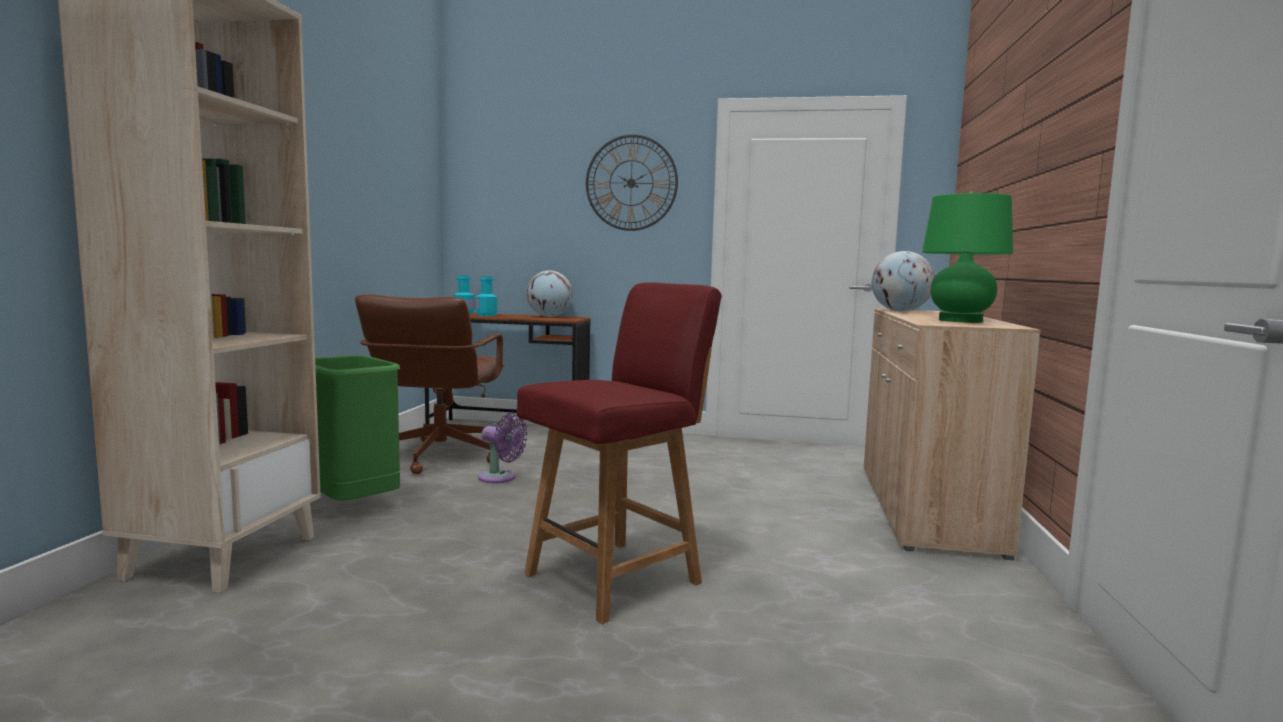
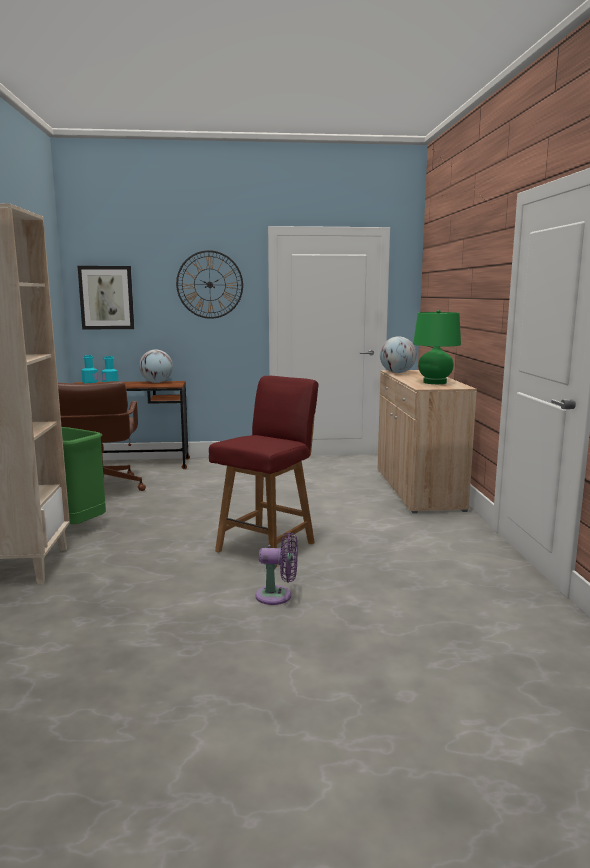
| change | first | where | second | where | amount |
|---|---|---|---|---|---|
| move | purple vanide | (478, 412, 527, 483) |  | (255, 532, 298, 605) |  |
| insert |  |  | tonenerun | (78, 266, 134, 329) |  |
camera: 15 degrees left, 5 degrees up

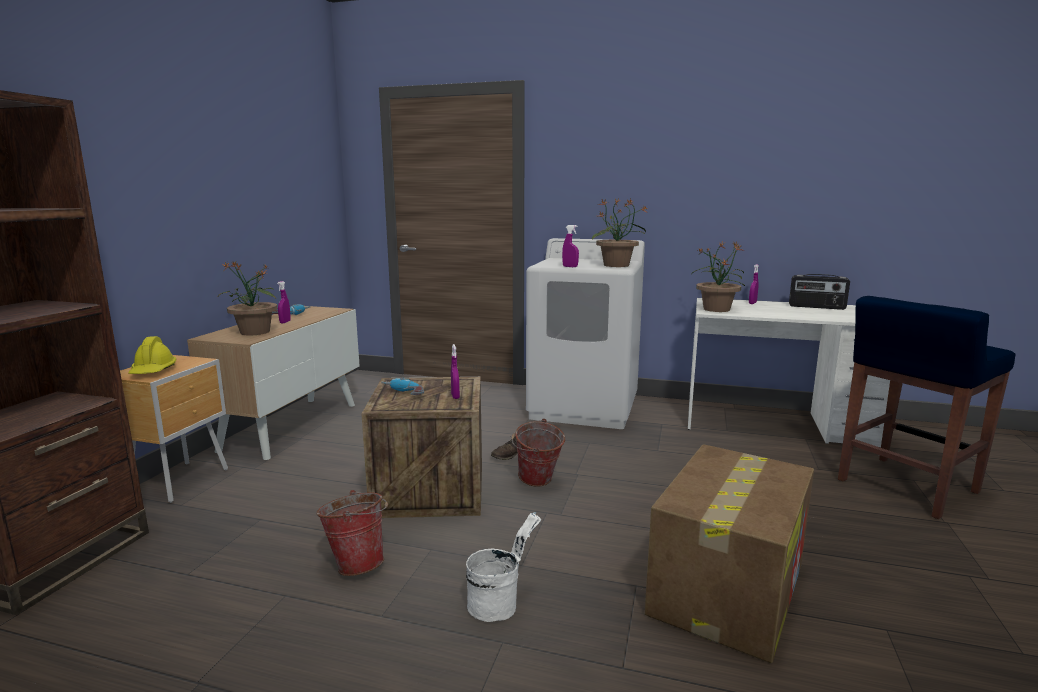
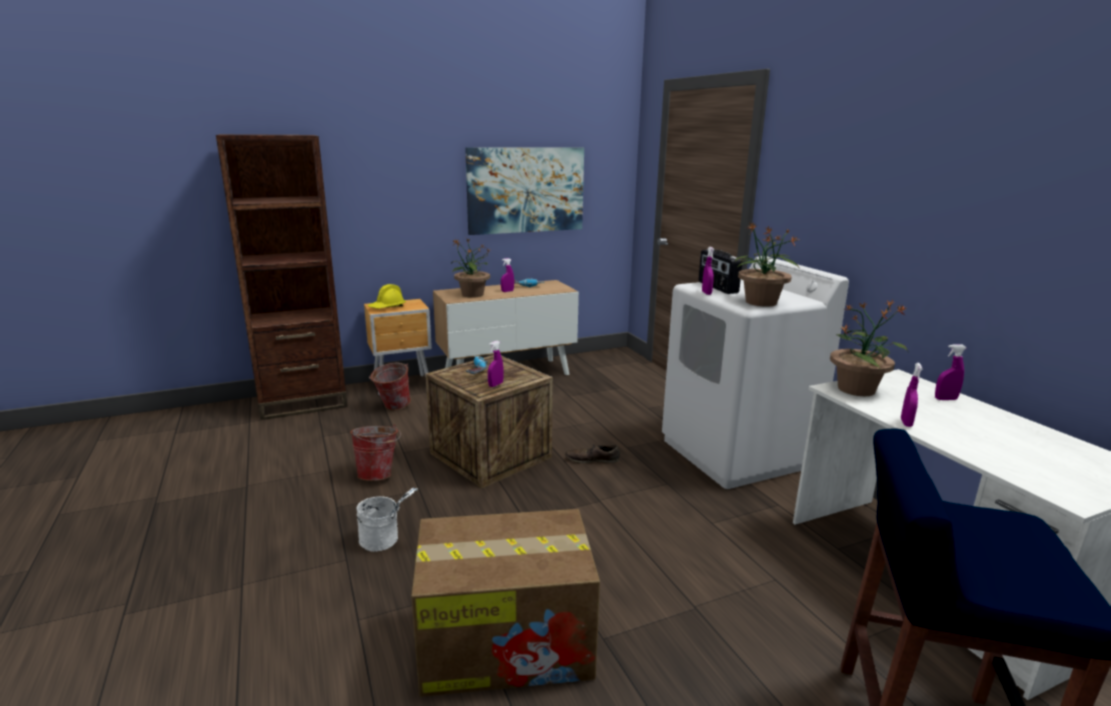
| change | first | where | second | where | amount |
|---|---|---|---|---|---|
| move | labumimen | (511, 419, 565, 487) |  | (369, 363, 411, 410) |  |
| move | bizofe | (789, 274, 850, 310) |  | (698, 249, 743, 294) |  |
| insert |  |  | tonenerun | (465, 147, 584, 235) |  |
| insert |  |  | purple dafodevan | (901, 363, 923, 427) |  |
camera: 50 degrees right, 5 degrees up

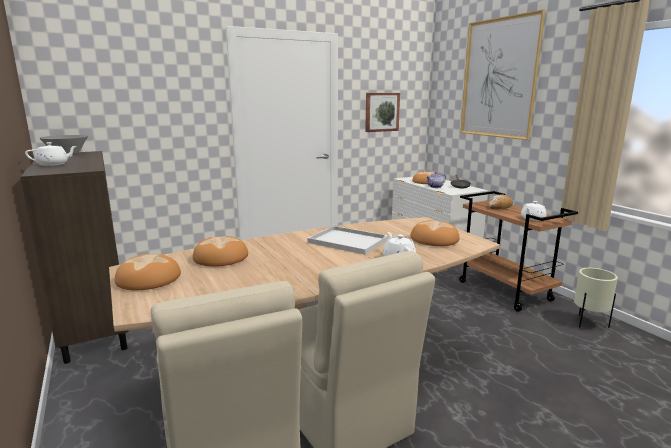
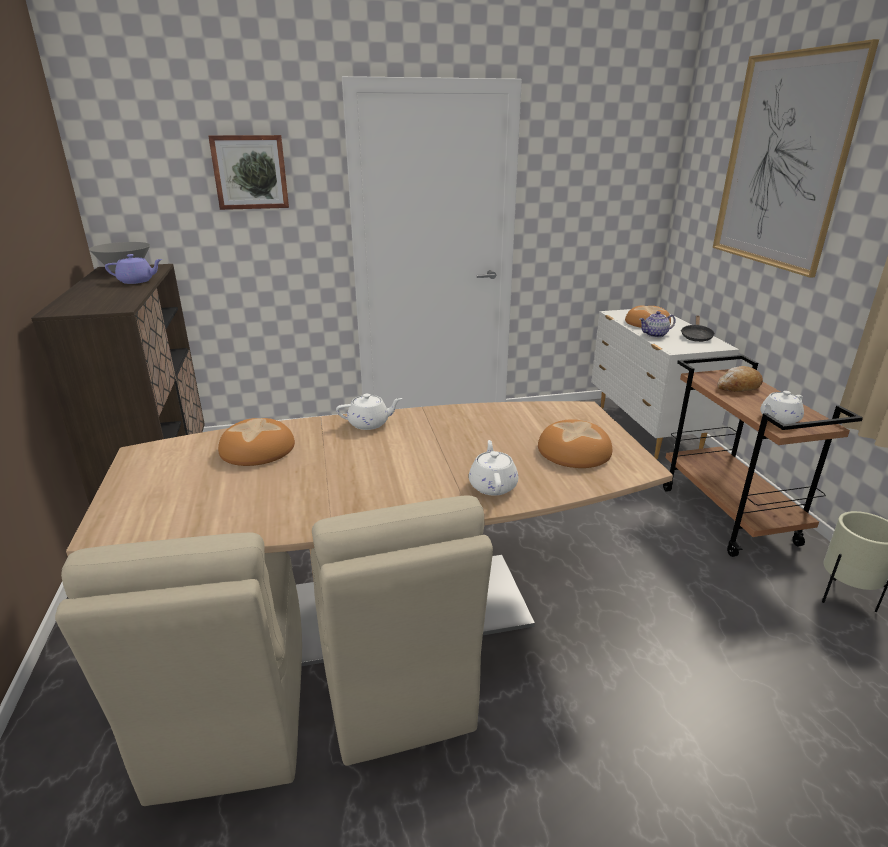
| change | first | where | second | where | amount |
|---|---|---|---|---|---|
| move | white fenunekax | (25, 142, 77, 166) |  | (336, 394, 402, 430) |  |
| delete | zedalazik | (115, 254, 181, 290) |  |  |  |
| delete | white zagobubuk | (307, 226, 388, 255) |  |  |  |
| move | tonenerun | (365, 93, 400, 132) |  | (208, 135, 289, 210) |  |
| insert |  |  | purple fenunekax | (105, 254, 162, 284) |  |
camera: 15 degrees right, 10 degrees up

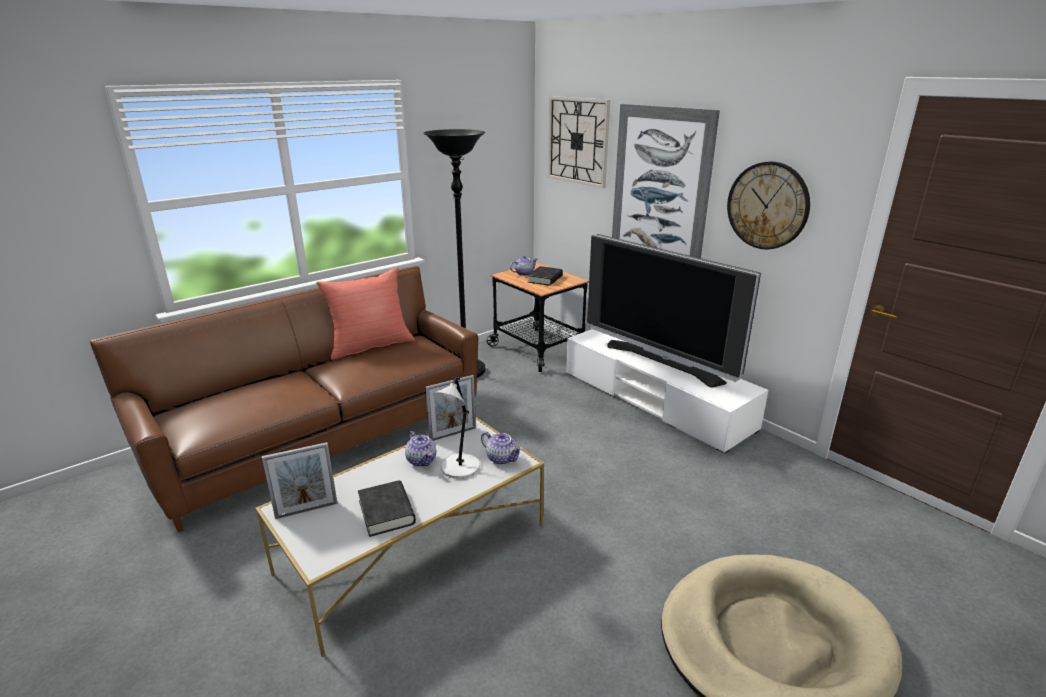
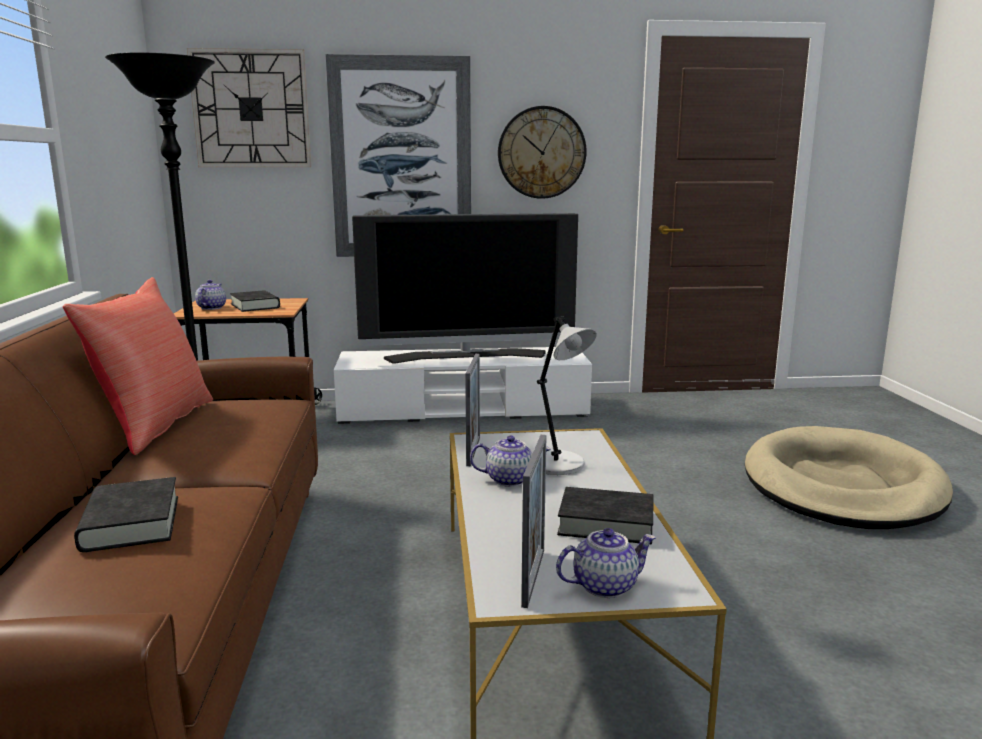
| change | first | where | second | where | amount |
|---|---|---|---|---|---|
| move | fenunekax | (481, 432, 523, 465) |  | (556, 528, 656, 598) |  |
| insert |  |  | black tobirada | (74, 477, 178, 552) |  |
camera: 55 degrees left, 10 degrees down

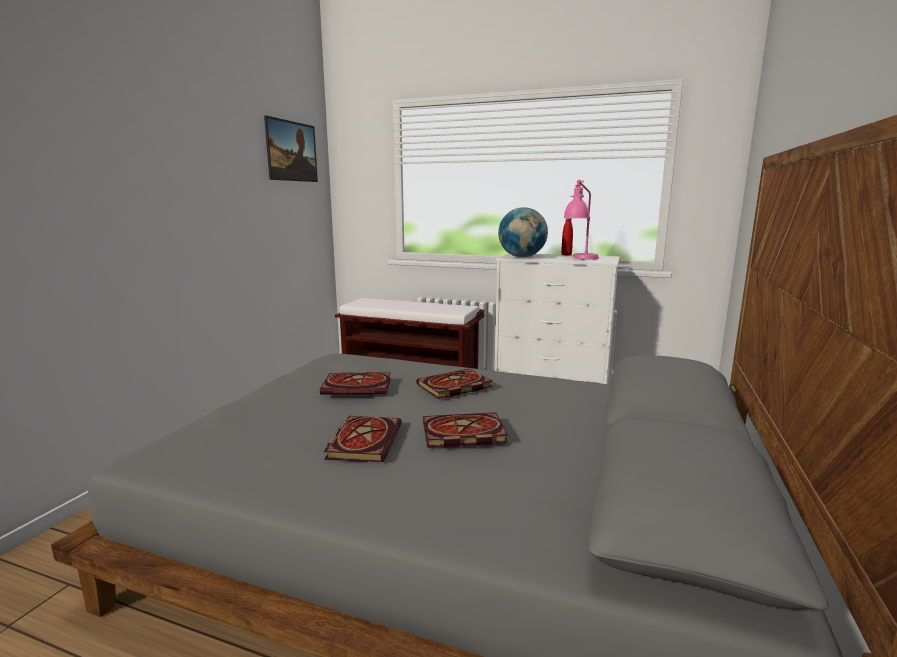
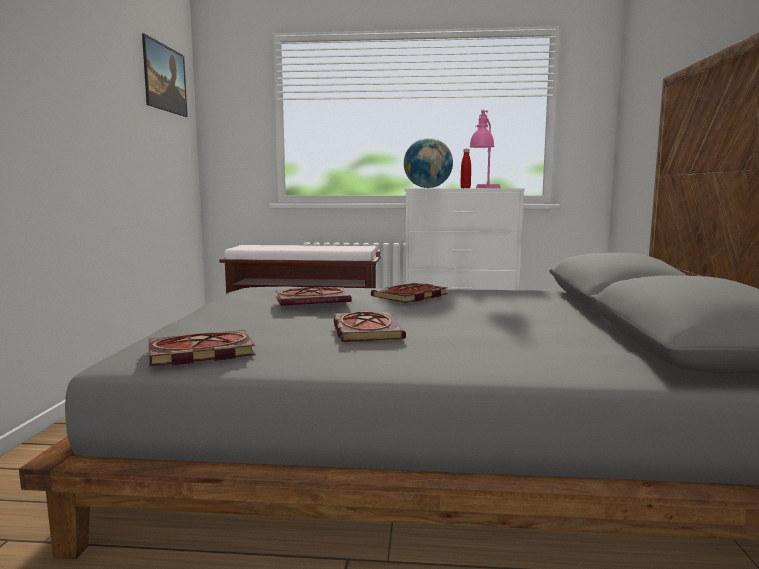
| change | first | where | second | where | amount |
|---|---|---|---|---|---|
| move | tobirada | (423, 412, 508, 448) |  | (149, 330, 255, 366) |  |
camera: 15 degrees left, 5 degrees down

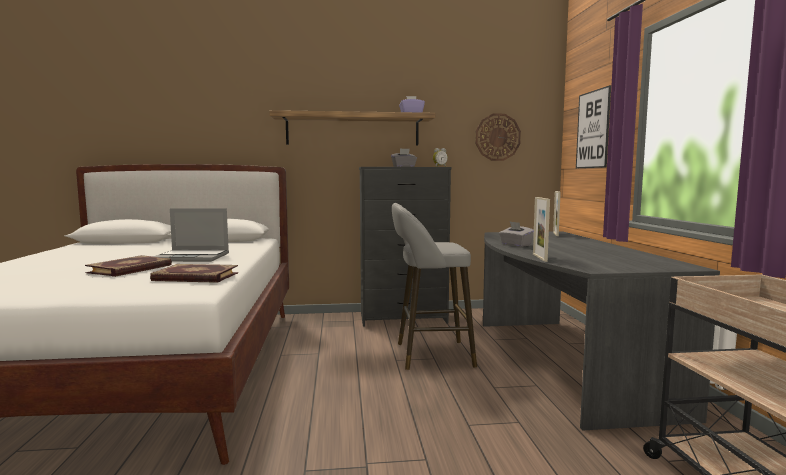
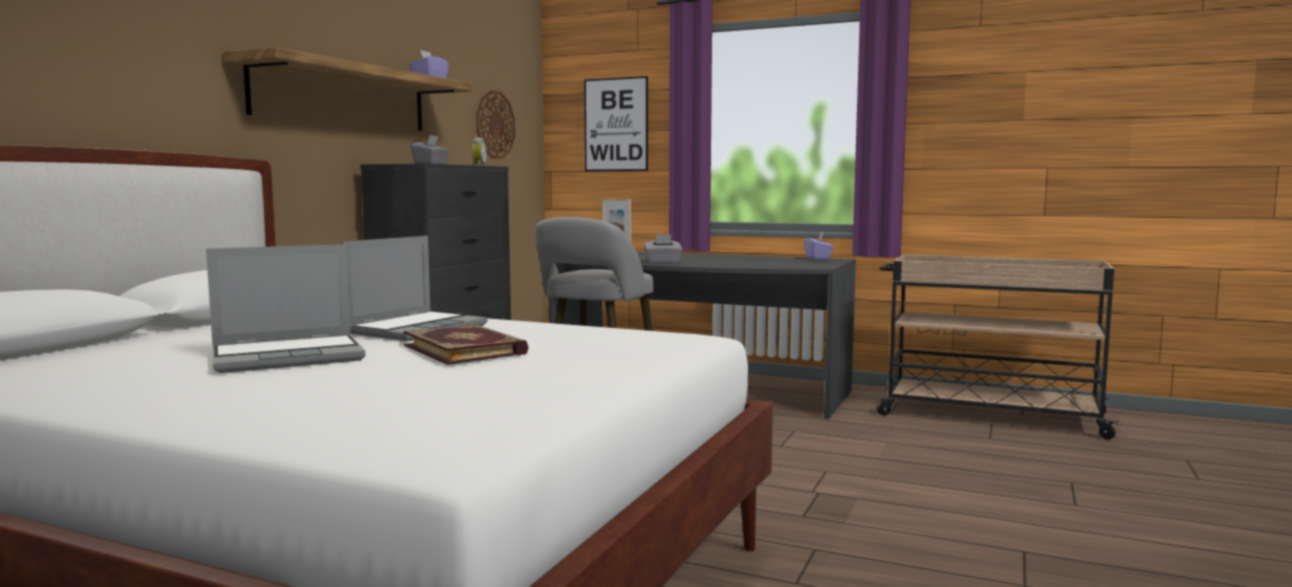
| change | first | where | second | where | amount |
|---|---|---|---|---|---|
| delete | tobirada | (150, 264, 238, 283) |  |  |  |
| delete | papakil | (533, 197, 550, 262) |  |  |  |
| insert |  |  | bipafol | (206, 244, 365, 373) |  |
| insert |  |  | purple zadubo | (804, 232, 833, 260) |  |
camera: 60 degrees left, 0 degrees up

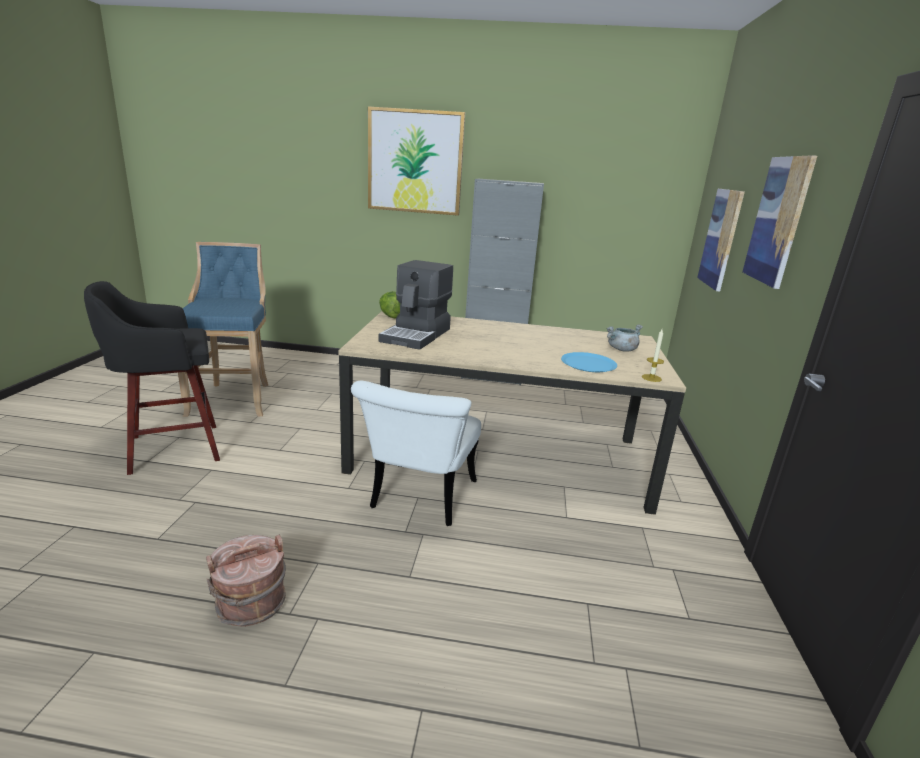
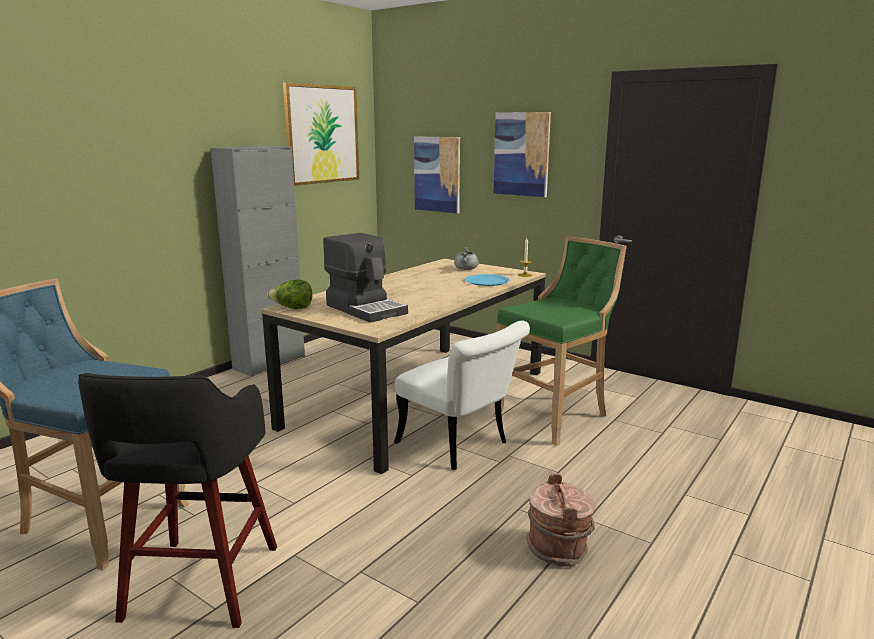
| change | first | where | second | where | amount |
|---|---|---|---|---|---|
| move | tonenerun | (368, 106, 465, 216) |  | (283, 82, 359, 186) |  |
| insert |  |  | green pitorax | (493, 237, 627, 446) |  |
camera: 60 degrees left, 5 degrees down

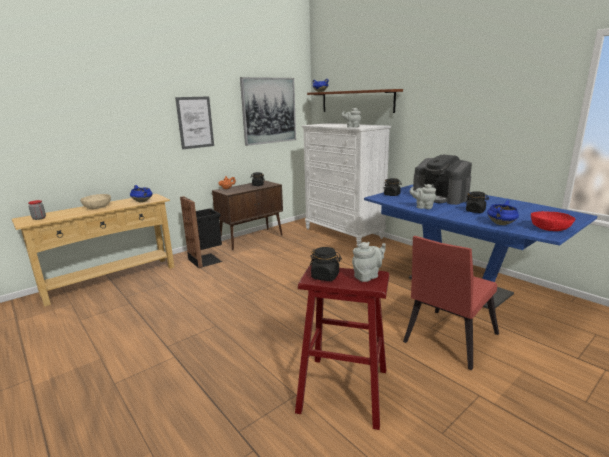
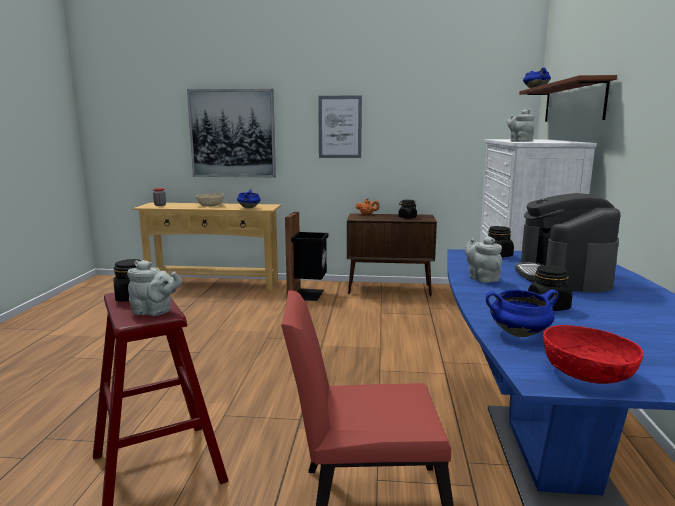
| change | first | where | second | where | amount |
|---|---|---|---|---|---|
| move | tonenerun | (240, 77, 296, 146) |  | (187, 89, 276, 177) |  |
camera: 45 degrees right, 5 degrees down

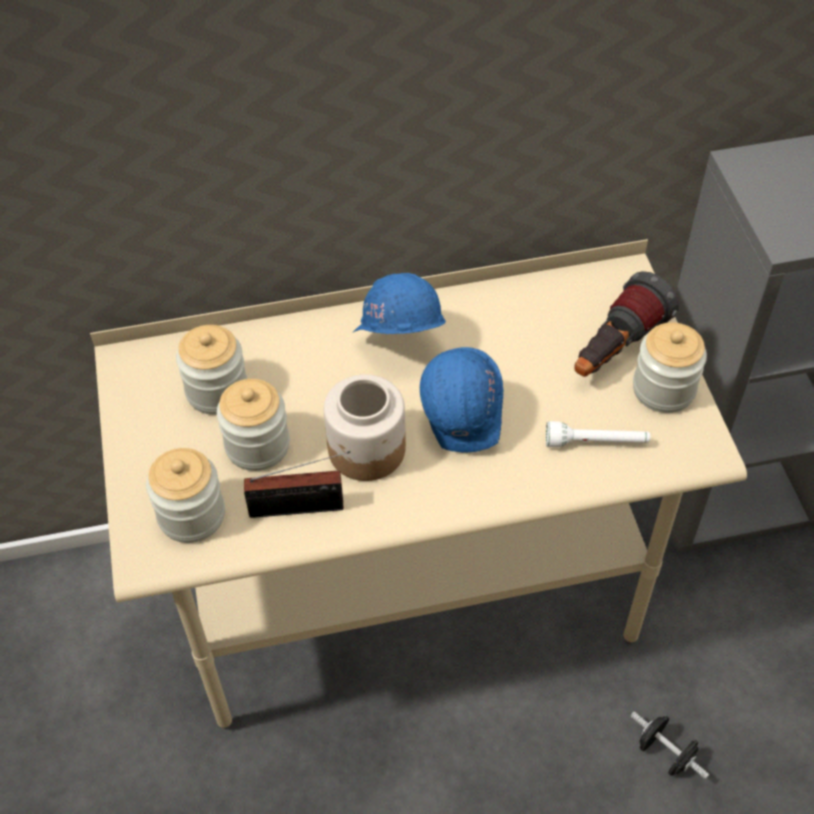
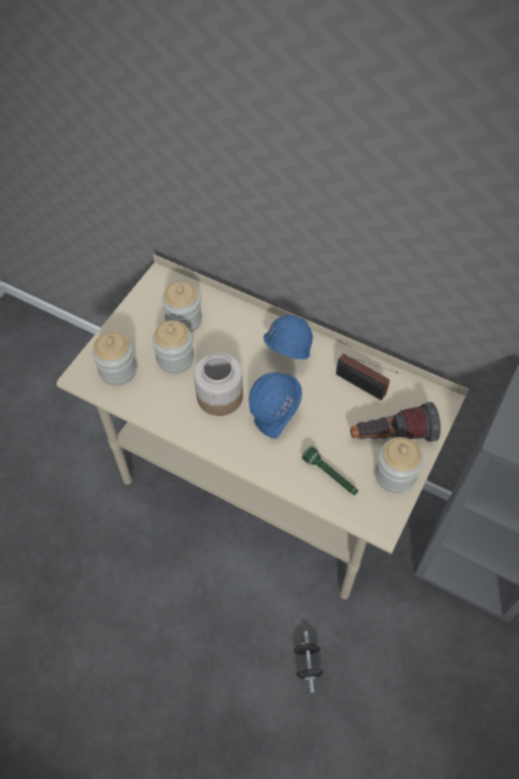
| change | first | where | second | where | amount |
|---|---|---|---|---|---|
| move | bizofe | (244, 451, 350, 518) |  | (336, 353, 398, 400) |  |
| recolor | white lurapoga | (546, 421, 650, 447) | green lurapoga | (301, 446, 358, 495) |  |
camera: 40 degrees right, 5 degrees up

